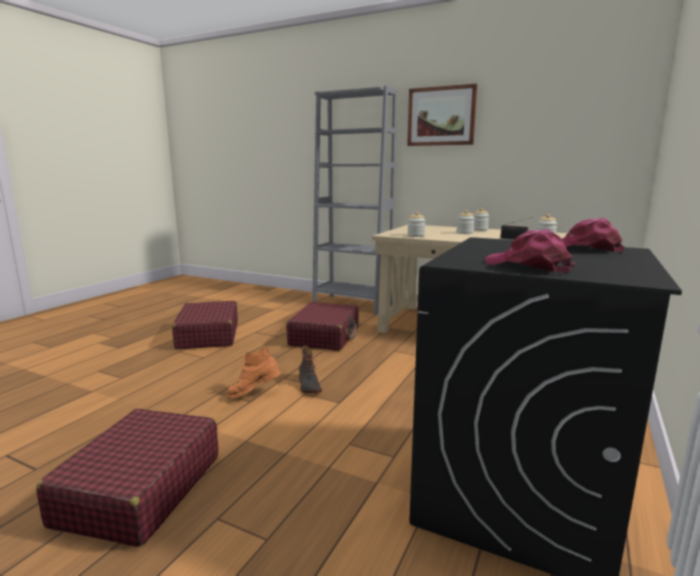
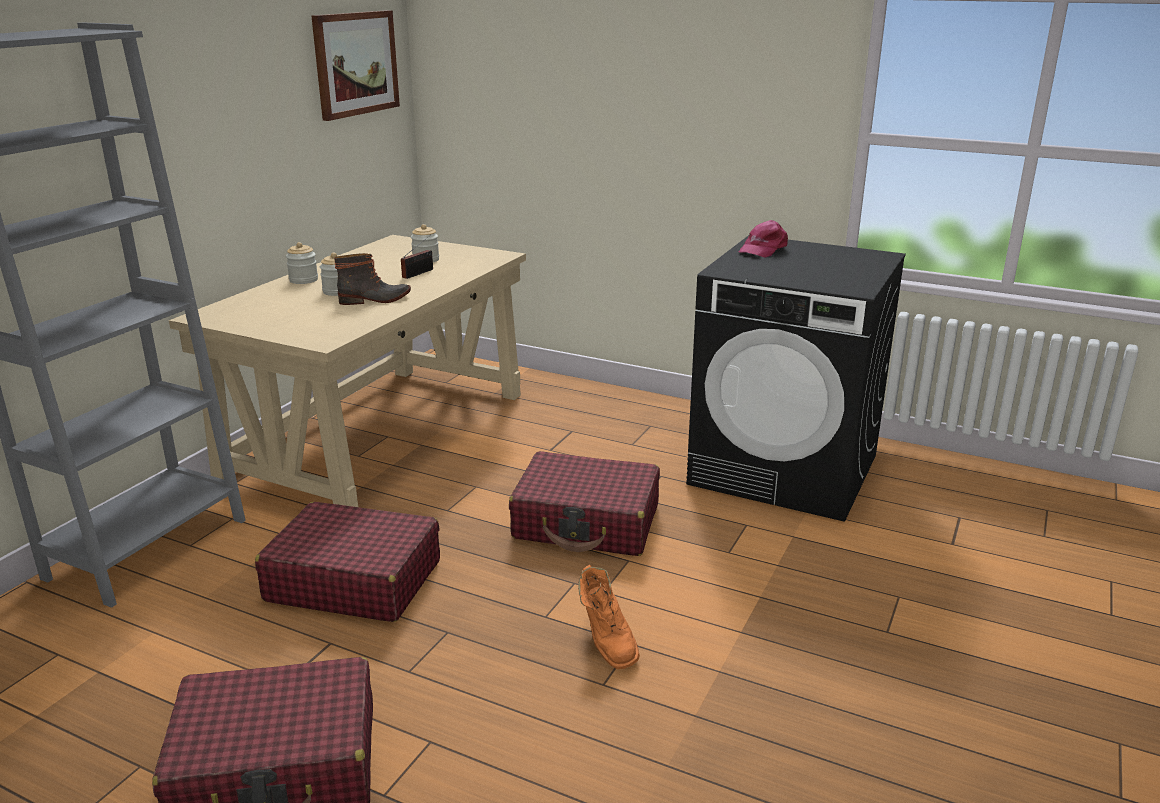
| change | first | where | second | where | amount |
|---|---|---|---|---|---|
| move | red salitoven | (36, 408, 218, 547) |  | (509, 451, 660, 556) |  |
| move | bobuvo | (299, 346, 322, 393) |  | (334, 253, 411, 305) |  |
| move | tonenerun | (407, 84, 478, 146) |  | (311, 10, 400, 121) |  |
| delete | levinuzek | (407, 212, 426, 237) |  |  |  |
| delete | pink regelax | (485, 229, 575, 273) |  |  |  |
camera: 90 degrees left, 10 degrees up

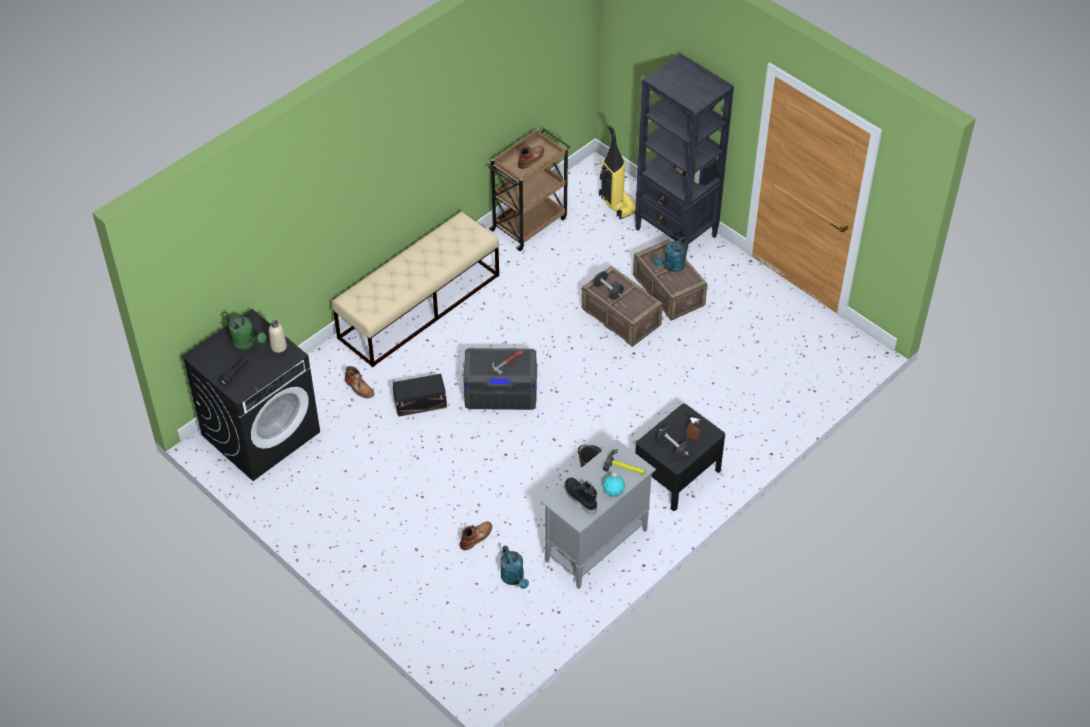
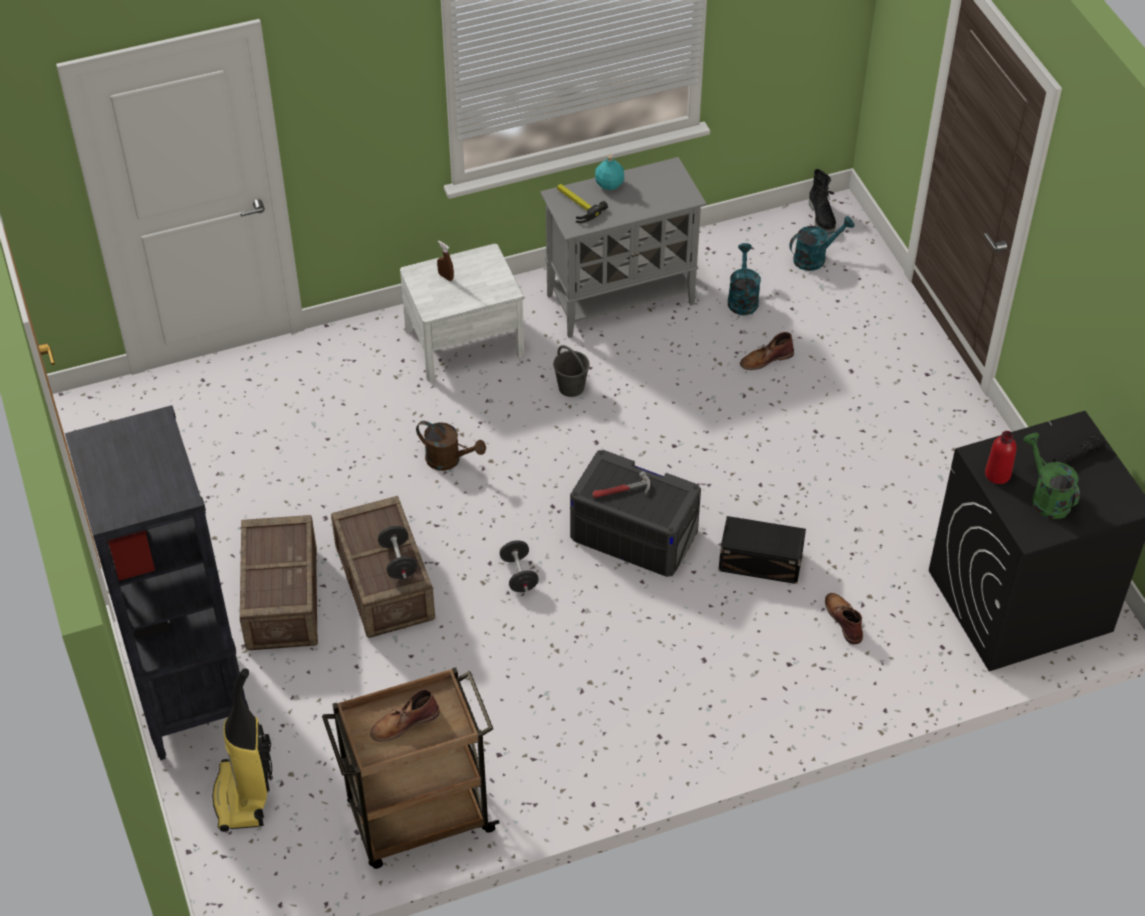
| change | first | where | second | where | amount |
|---|---|---|---|---|---|
| recolor | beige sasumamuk | (269, 320, 287, 353) | red sasumamuk | (985, 431, 1017, 484) |  |
| delete | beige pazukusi | (332, 212, 499, 367) |  |  |  |
| move | black bobuvo | (565, 477, 597, 515) |  | (809, 169, 836, 235) |  |
| recolor | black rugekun | (635, 403, 725, 511) | white rugekun | (400, 244, 524, 382) |  |
| move | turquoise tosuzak | (654, 237, 687, 272) |  | (789, 216, 855, 271) |  |
| move | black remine | (657, 426, 690, 458) |  | (500, 541, 539, 592) |  |
| insert |  |  | brown tosuzak | (416, 421, 486, 471) |  |
camera: 155 degrees left, 0 degrees up

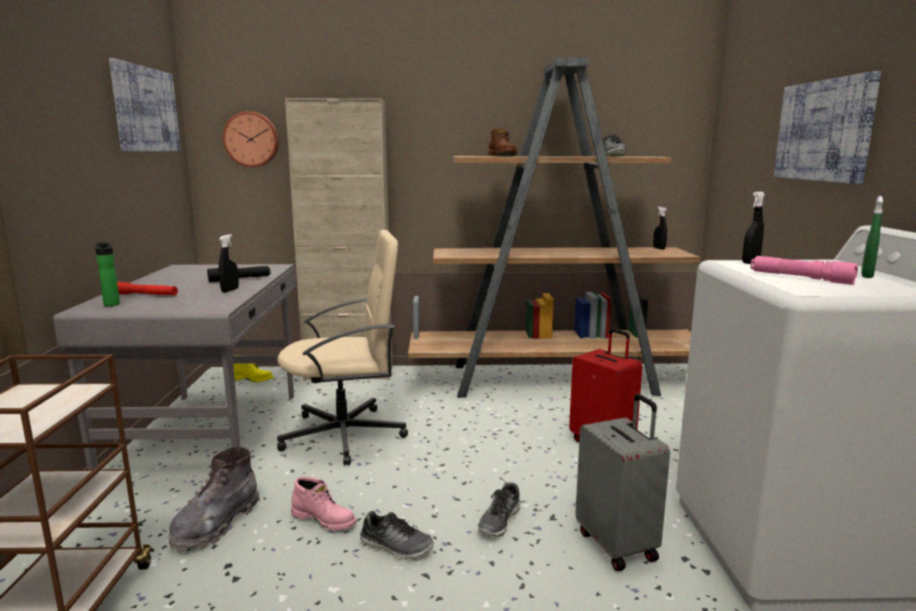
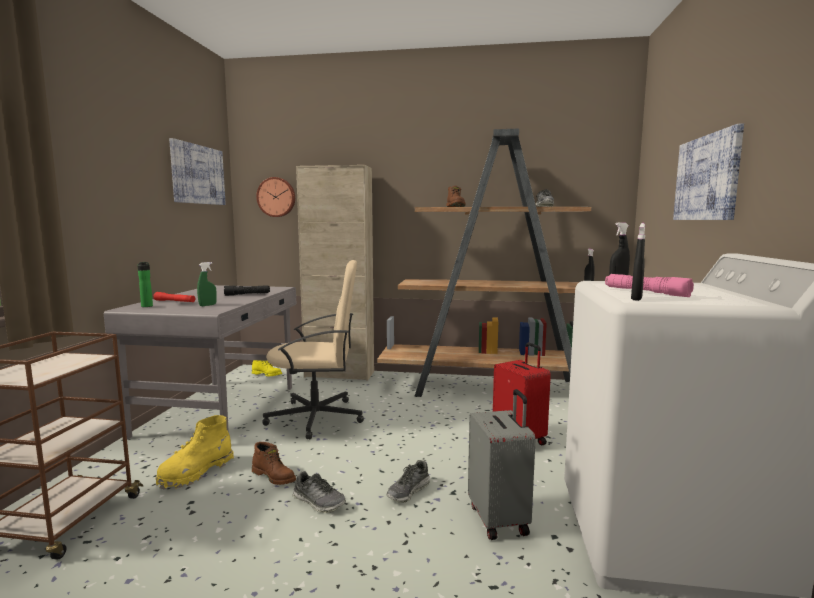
| change | first | where | second | where | amount |
|---|---|---|---|---|---|
| recolor | grey bobuvo | (168, 447, 260, 552) | yellow bobuvo | (155, 415, 234, 490) |  |
| move | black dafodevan | (219, 234, 239, 292) |  | (631, 223, 645, 301) |  |
| recolor | pink bobuvo | (291, 477, 356, 530) | brown bobuvo | (252, 442, 296, 485) |  |
| move | green dafodevan | (861, 196, 883, 278) |  | (197, 262, 217, 306) |  |
camera: 10 degrees right, 5 degrees down

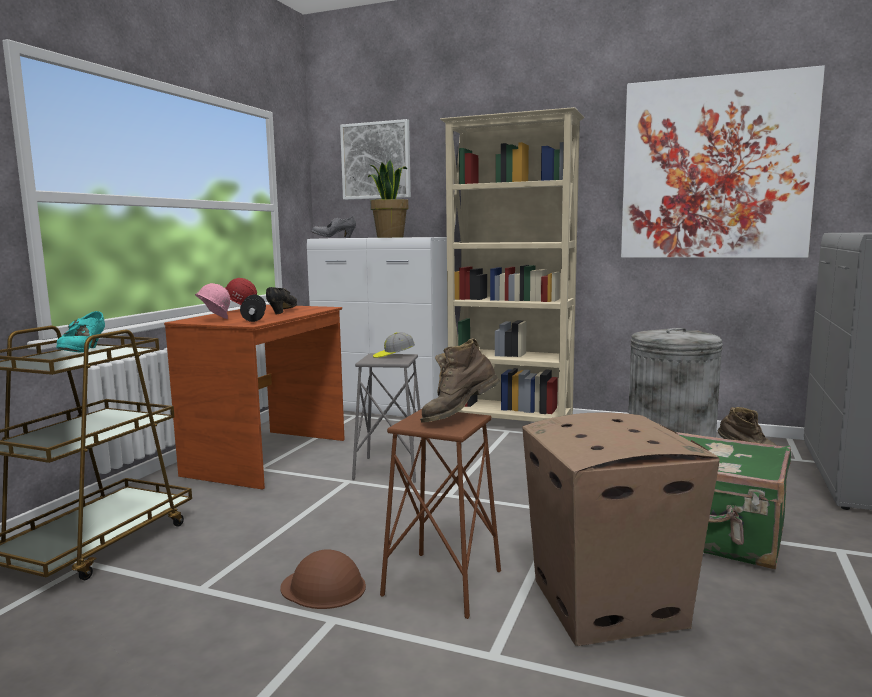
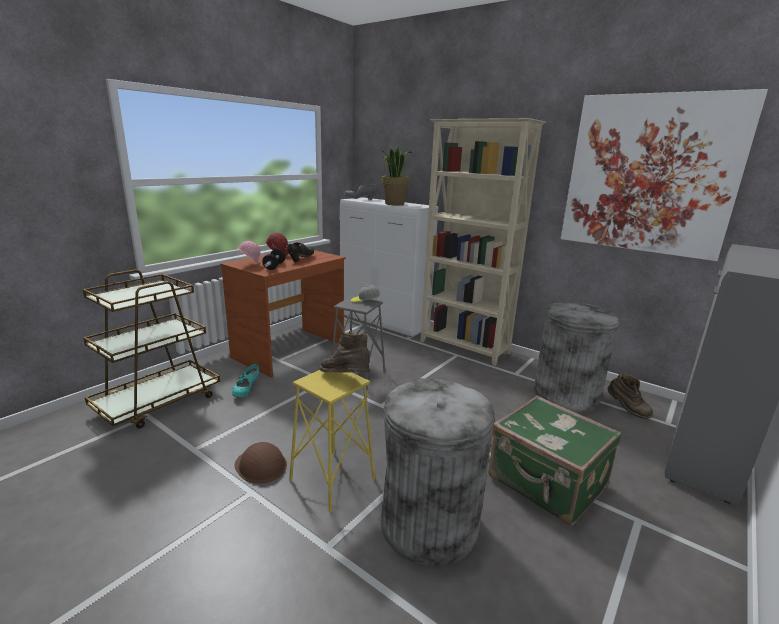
| change | first | where | second | where | amount |
|---|---|---|---|---|---|
| move | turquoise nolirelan | (56, 311, 105, 353) |  | (232, 364, 259, 397) |  |
| delete | tonenerun | (340, 119, 411, 200) |  |  |  |
| recolor | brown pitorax | (380, 409, 501, 619) | yellow pitorax | (289, 370, 375, 513) |  |
| rotate | brown bobuvo | (420, 338, 500, 423) |  | (319, 331, 370, 373) | 60 degrees clockwise |
| replace | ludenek | (522, 412, 720, 646) | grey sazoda | (381, 378, 495, 566) |  |
camera: 15 degrees right, 10 degrees up

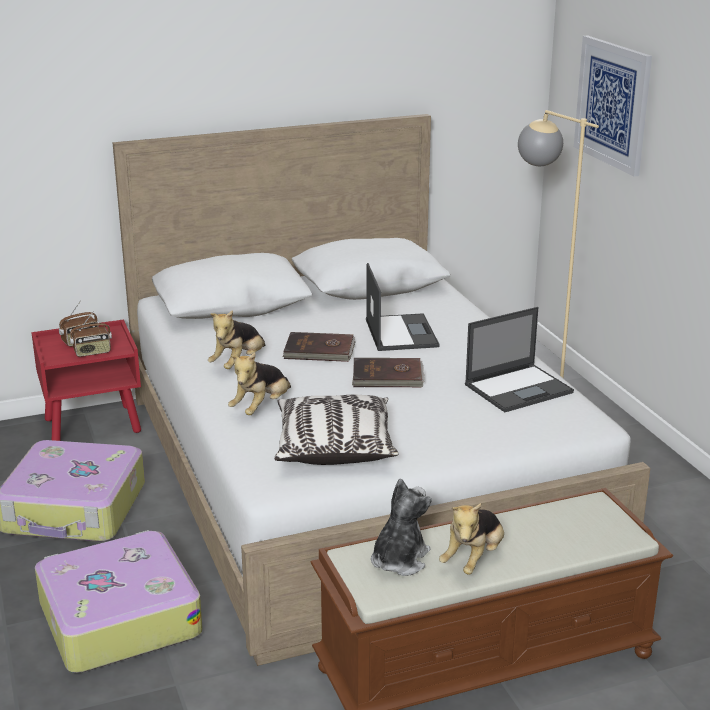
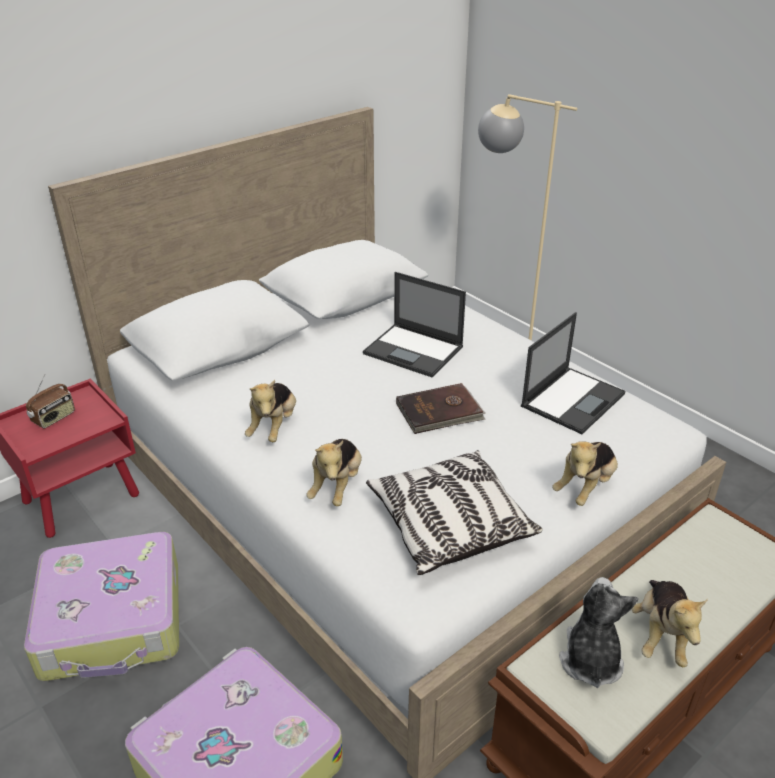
| change | first | where | second | where | amount |
|---|---|---|---|---|---|
| delete | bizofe | (70, 311, 112, 357) |  |  |  |
| delete | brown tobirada | (282, 332, 356, 362) |  |  |  |
| rotate | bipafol | (366, 263, 439, 351) |  | (363, 272, 466, 377) | 150 degrees clockwise |
| delete | tonenerun | (574, 36, 652, 177) |  |  |  |
| insert |  |  | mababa | (552, 441, 618, 506) |  |
camera: 20 degrees left, 10 degrees up

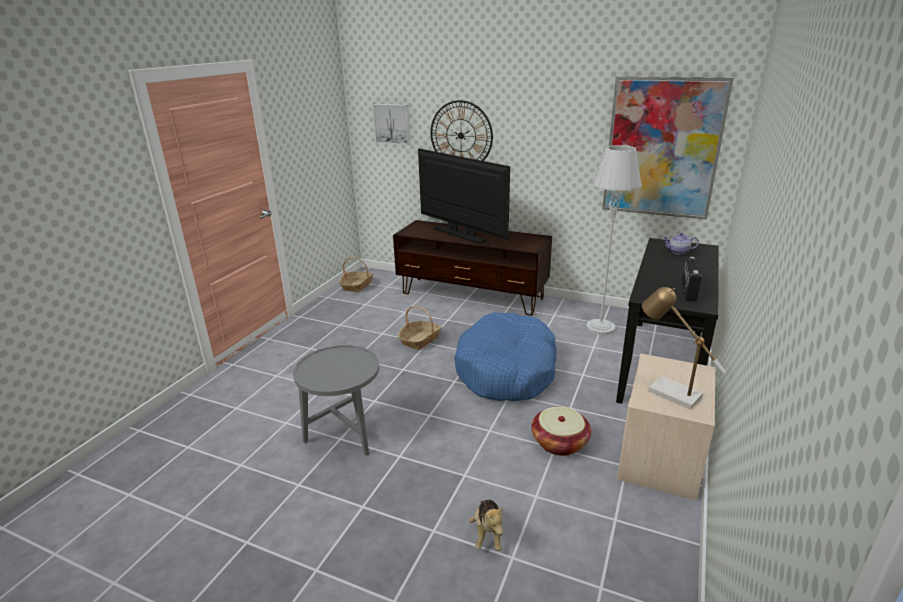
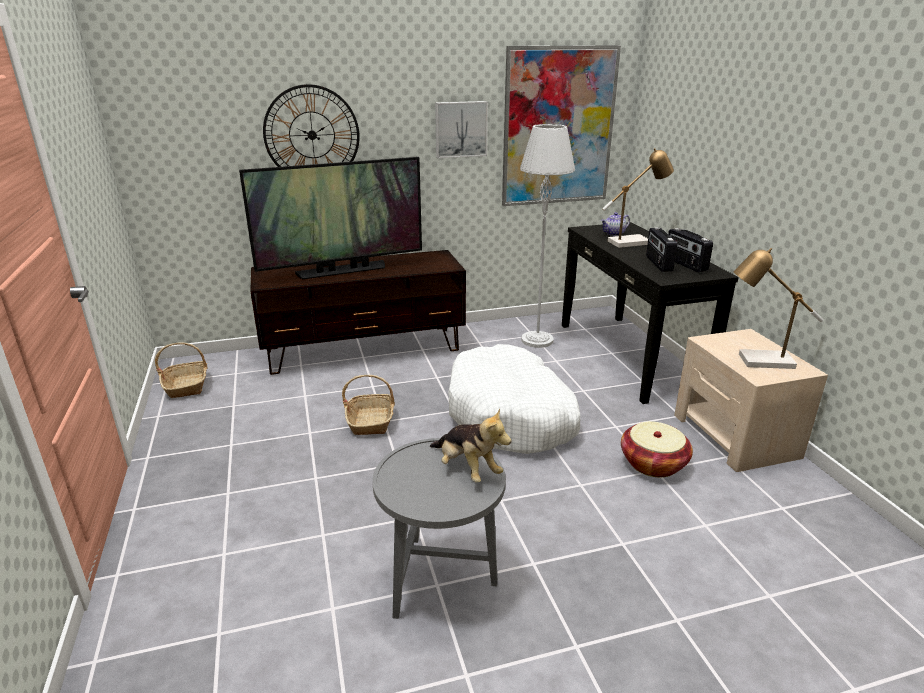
| change | first | where | second | where | amount |
|---|---|---|---|---|---|
| move | tonenerun | (373, 104, 410, 145) |  | (435, 101, 488, 158) |  |
| rotate | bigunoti | (418, 148, 510, 244) |  | (239, 157, 422, 279) | 150 degrees clockwise |
| recolor | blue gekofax | (454, 312, 557, 402) | white gekofax | (448, 344, 580, 454) |  |
| move | mababa | (468, 500, 503, 551) |  | (430, 408, 512, 483) |  |
| insert |  |  | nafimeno | (602, 148, 674, 248) |  |
| insert |  |  | bizofe | (646, 227, 678, 272) |  |
camera: 40 degrees left, 0 degrees up

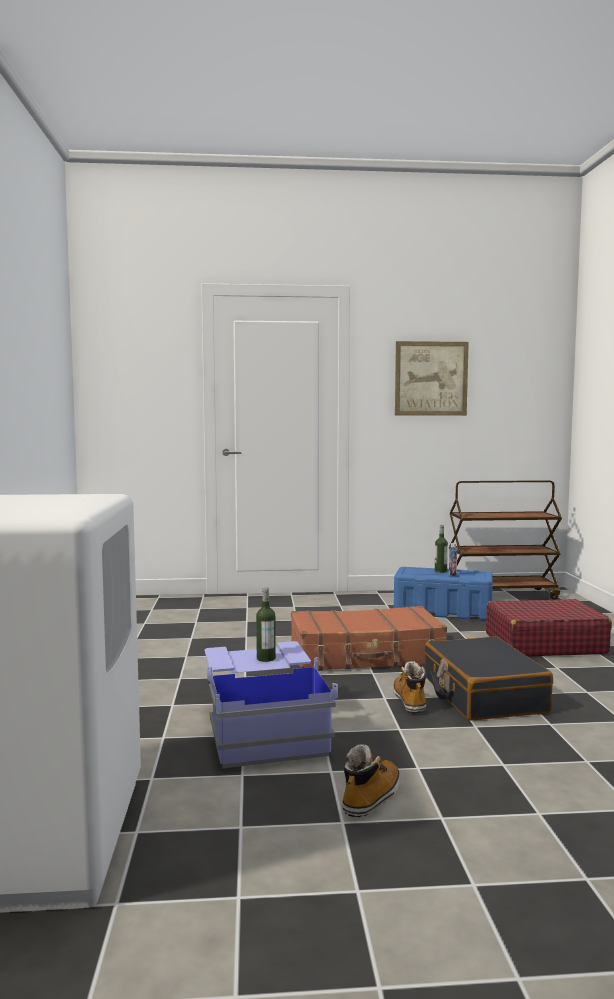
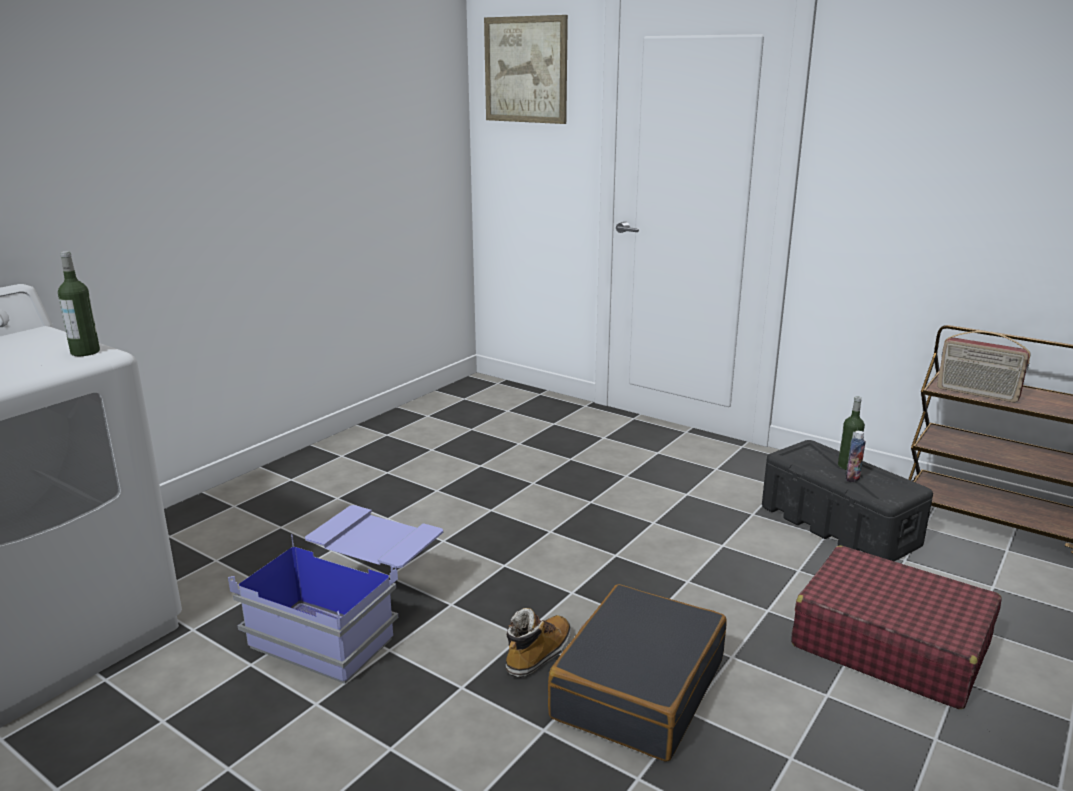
| change | first | where | second | where | amount |
|---|---|---|---|---|---|
| move | sasumamuk | (256, 587, 276, 662) |  | (58, 251, 100, 356) |  |
| delete | brown salitoven | (291, 606, 447, 671) |  |  |  |
| delete | bobuvo | (342, 744, 400, 817) |  |  |  |
| recolor | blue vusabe | (394, 567, 493, 620) | black vusabe | (762, 440, 933, 561) |  |
| move | tonenerun | (395, 341, 469, 416) |  | (484, 15, 568, 124) |  |
| insert |  |  | bizofe | (937, 331, 1031, 403) |  |
camera: 40 degrees right, 15 degrees up

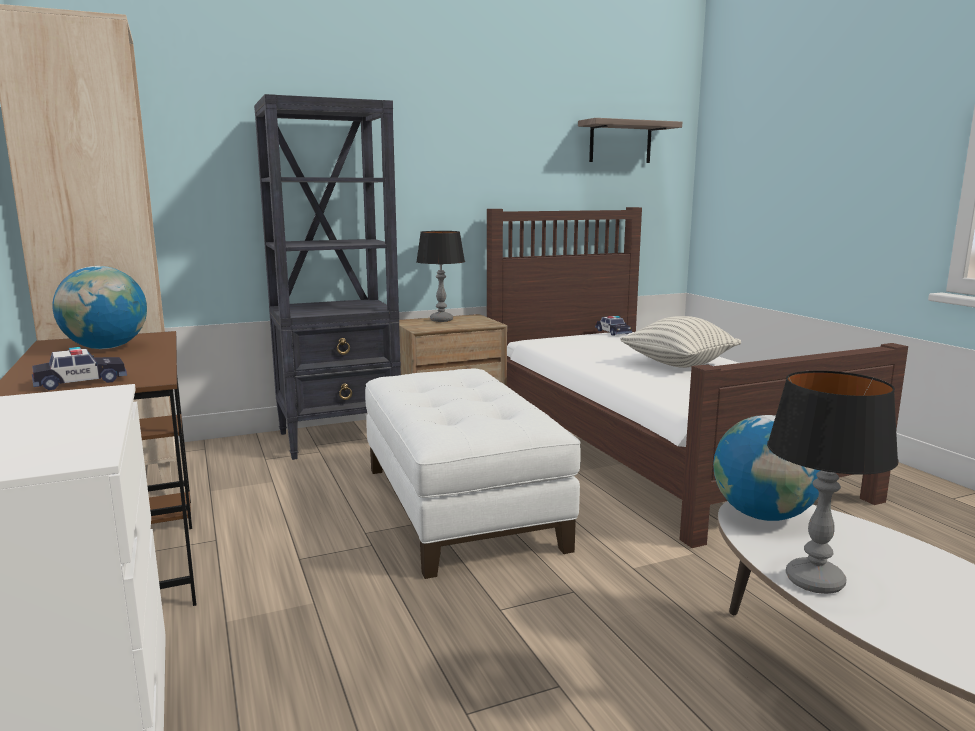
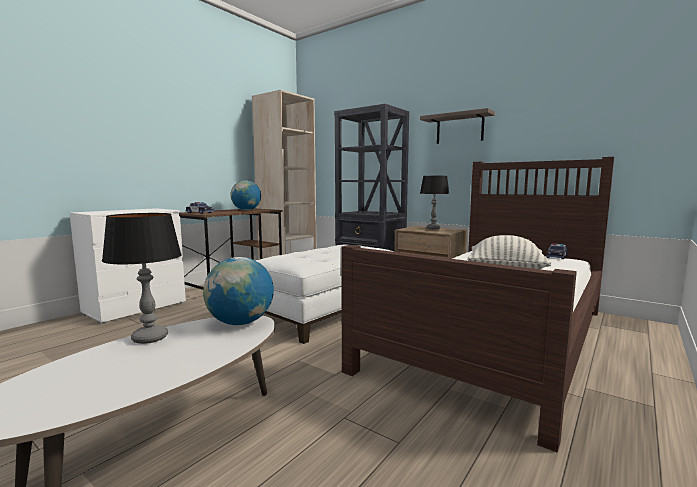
| change | first | where | second | where | amount |
|---|---|---|---|---|---|
| move | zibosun | (578, 118, 682, 163) |  | (420, 108, 495, 144) |  |
camera: 60 degrees right, 5 degrees down

